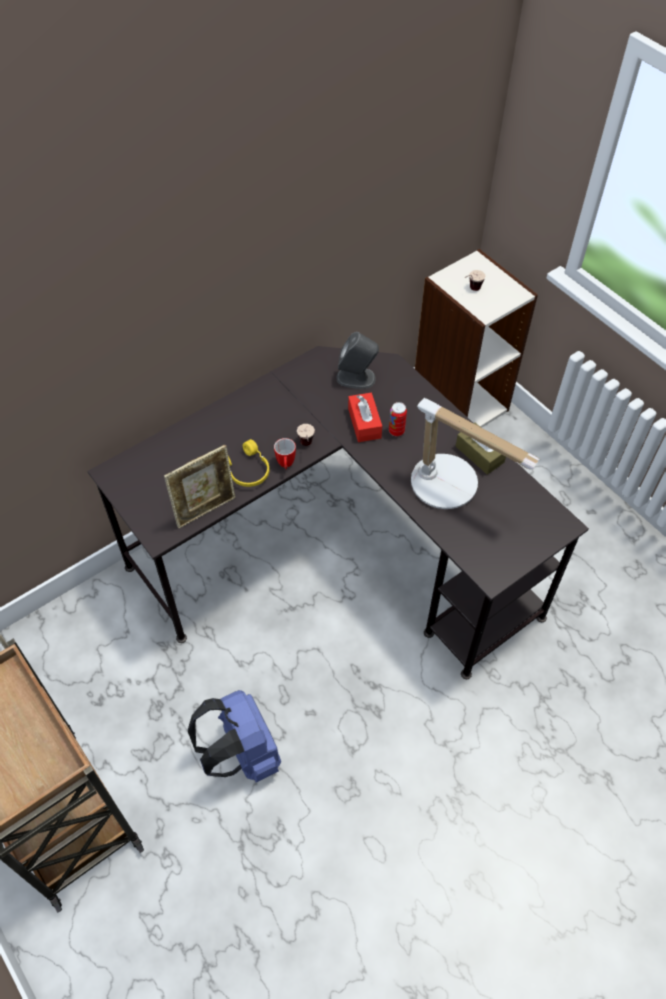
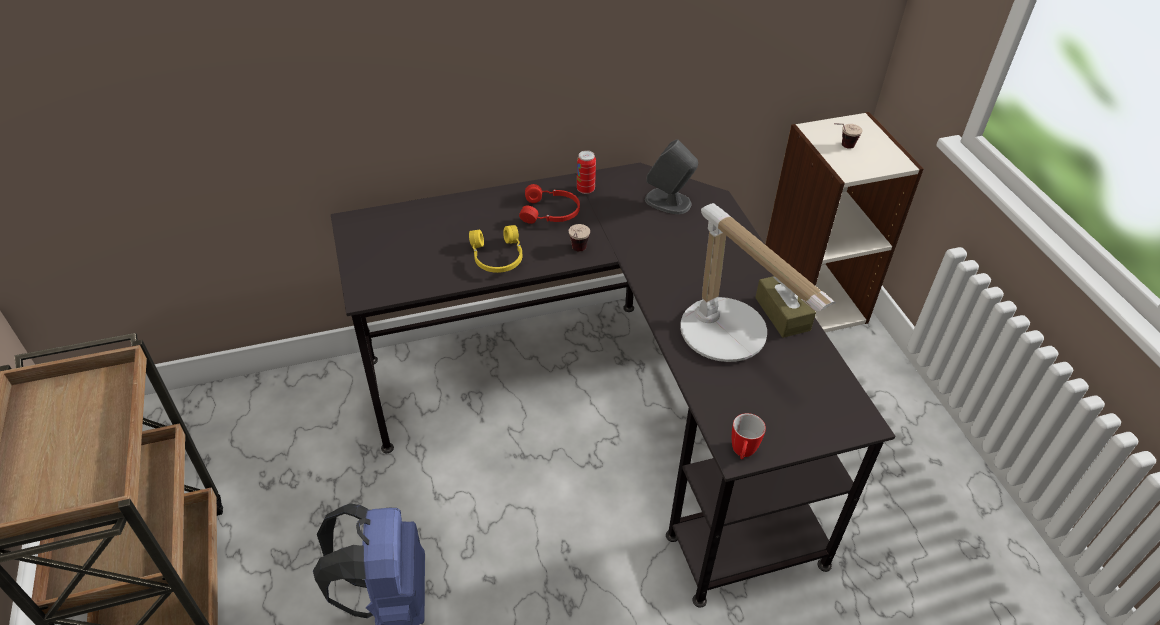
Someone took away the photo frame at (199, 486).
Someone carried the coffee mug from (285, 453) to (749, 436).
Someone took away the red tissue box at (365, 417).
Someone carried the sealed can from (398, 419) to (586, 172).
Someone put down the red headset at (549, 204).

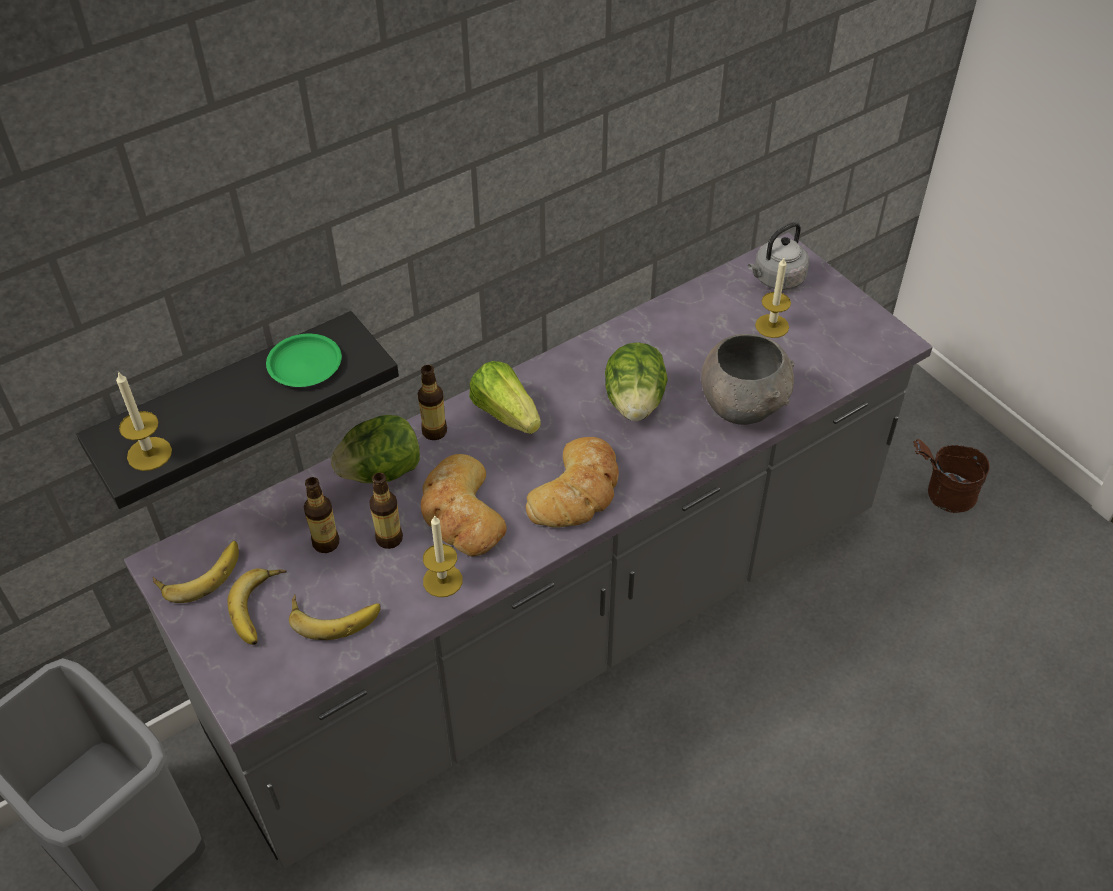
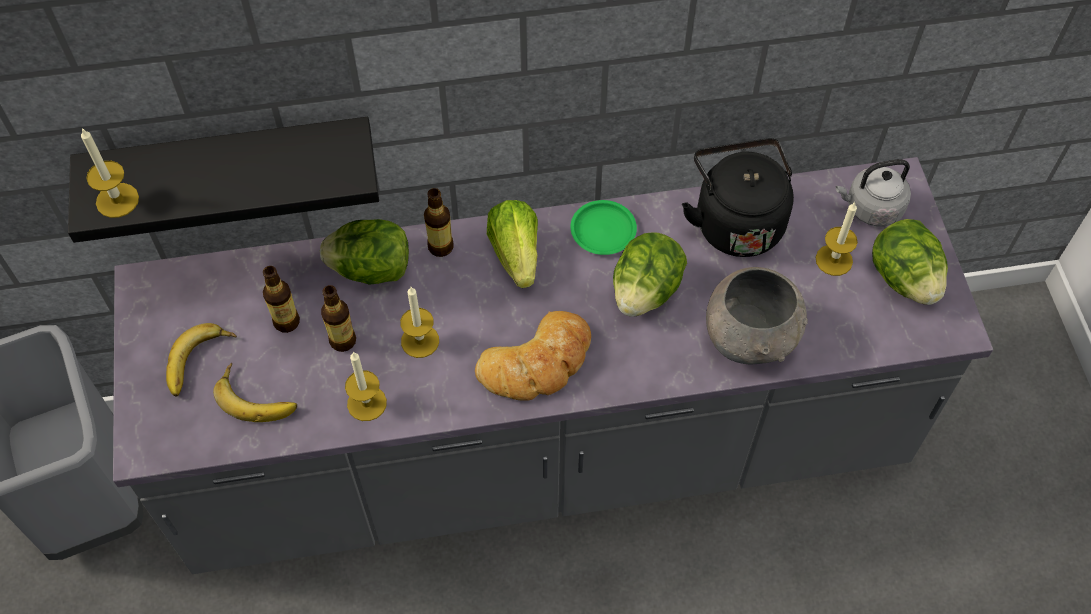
Someone took away the banana fruit at (196, 572).
Someone carried the green-coloured dinner plate from (304, 360) to (603, 227).
Someone swapped the bread at (464, 505) for the wax light at (419, 322).
Someone took away the brown bucket at (951, 476).
Someone put down the black kettle at (738, 197).
Someone put down the lettuce at (910, 262).

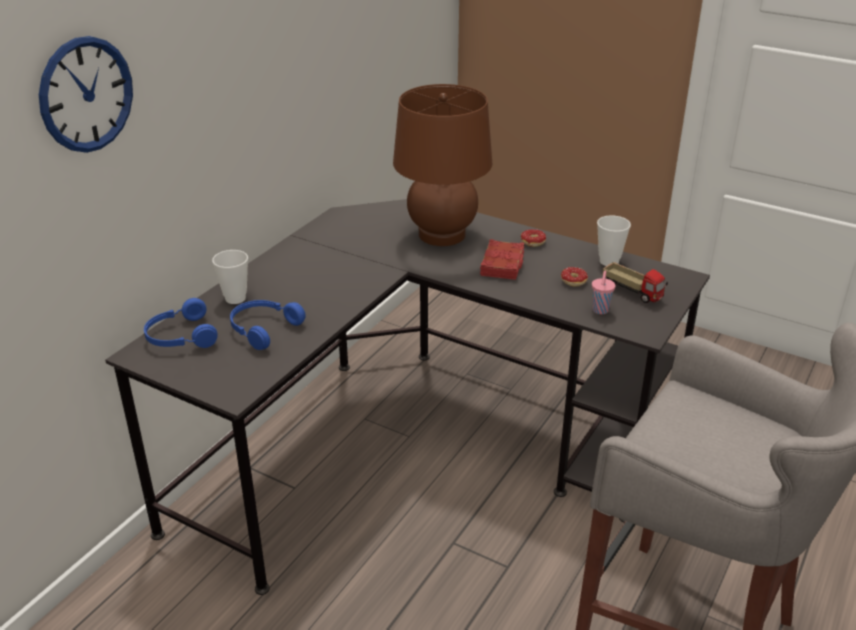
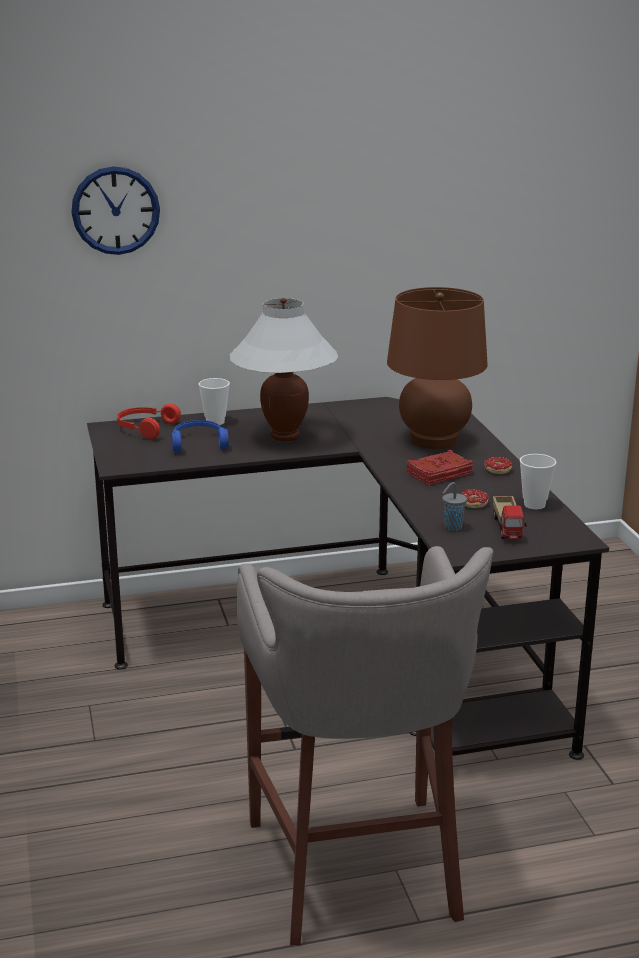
Someone repainted the bluish headset at (181, 323), which became the red headset at (149, 421).
Someone repainted the pink small cup at (603, 292), which became the grey small cup at (454, 506).
Someone put down the white tabletop lamp at (284, 370).

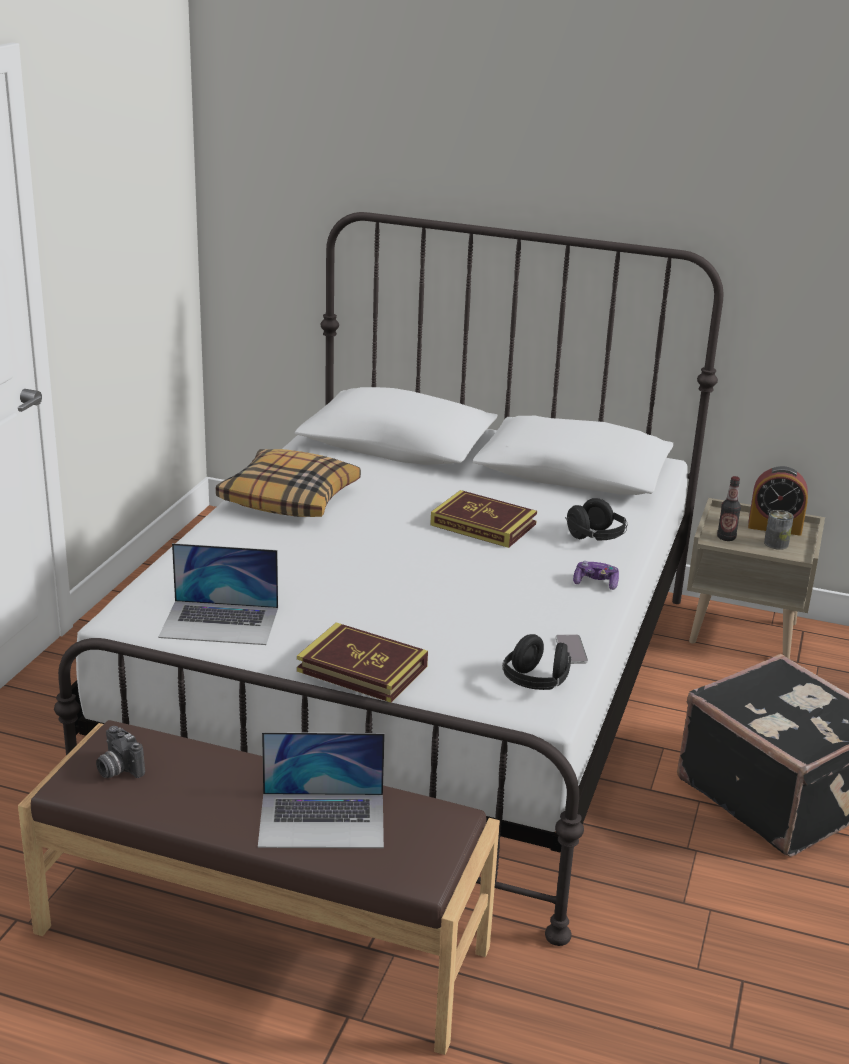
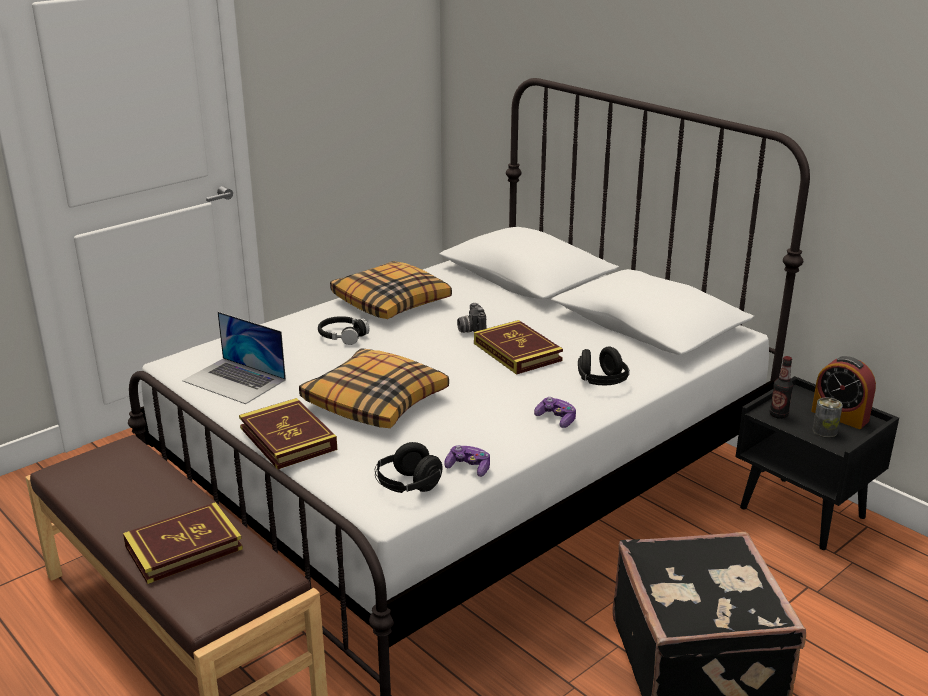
Someone carried the photo camera from (120, 752) to (471, 318).
Someone swapped the portable computer at (321, 790) for the bound book at (183, 543).
Someone swapped the phone at (571, 649) for the game controller at (467, 461).
Someone repainted the beige nightstand at (756, 578), which became the black nightstand at (817, 463).
Someone put down the cushion at (374, 388).
Someone put down the black headset at (343, 330).

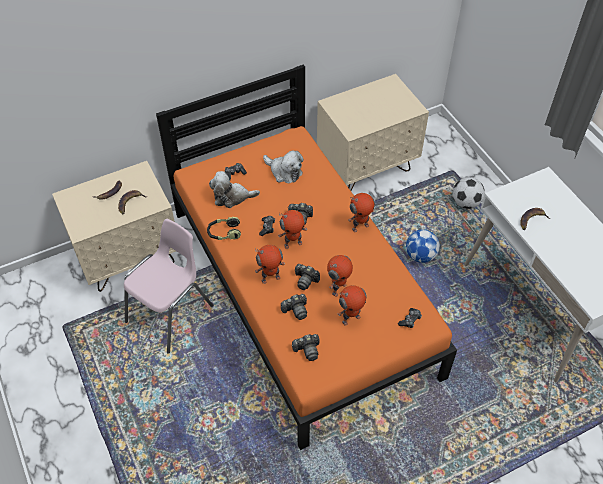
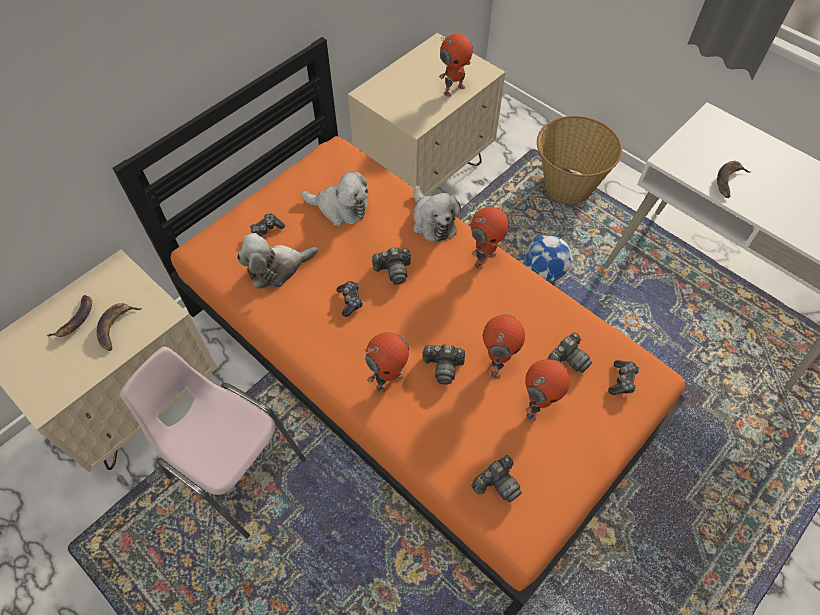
Someone rotated the pink plain chair at (168, 286) by 75 degrees counterclockwise.
Someone took away the headset at (224, 228).
Someone carried the robot figure from (292, 229) to (456, 65).
Someone carried the photo camera from (294, 307) to (569, 352).
Someone swapped the football ball at (469, 193) for the household basket at (579, 160).
Someone put down the soft toy at (437, 214).

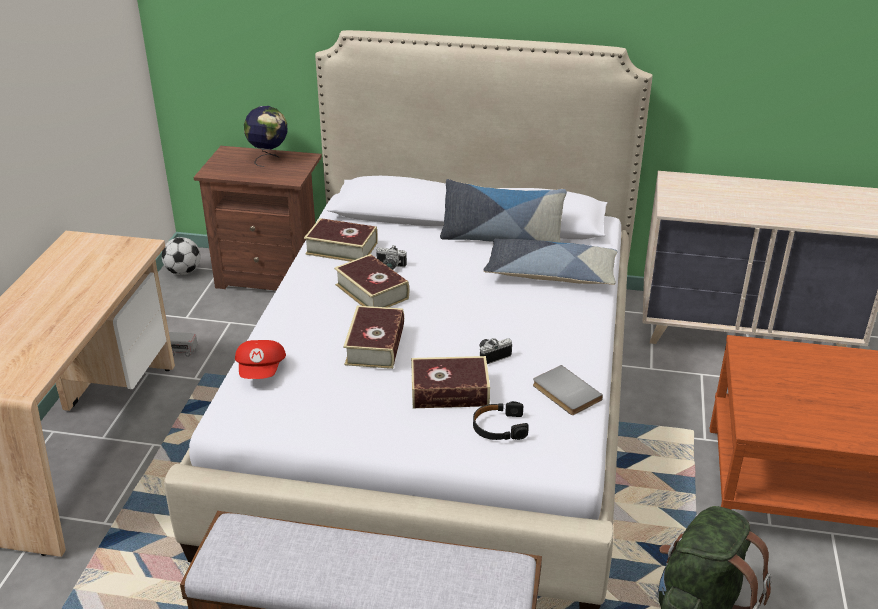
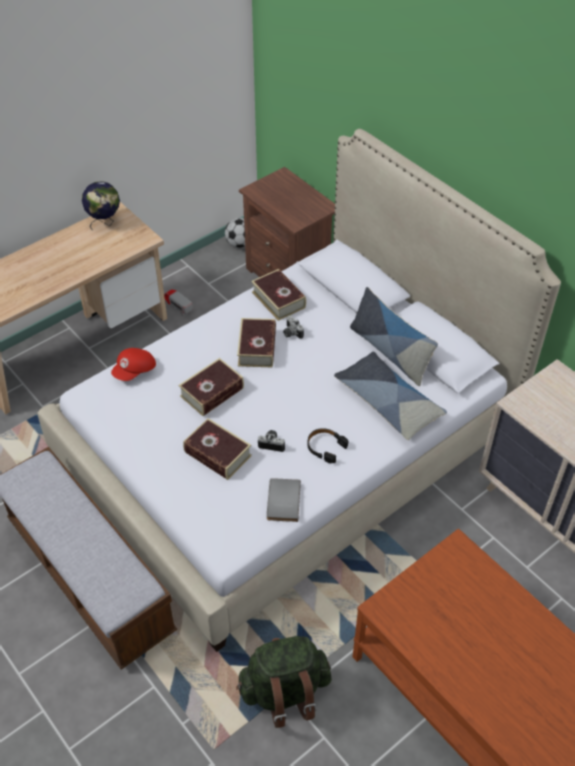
Someone carried the desk globe from (266, 136) to (101, 205).
Someone carried the black headset from (501, 420) to (327, 445).

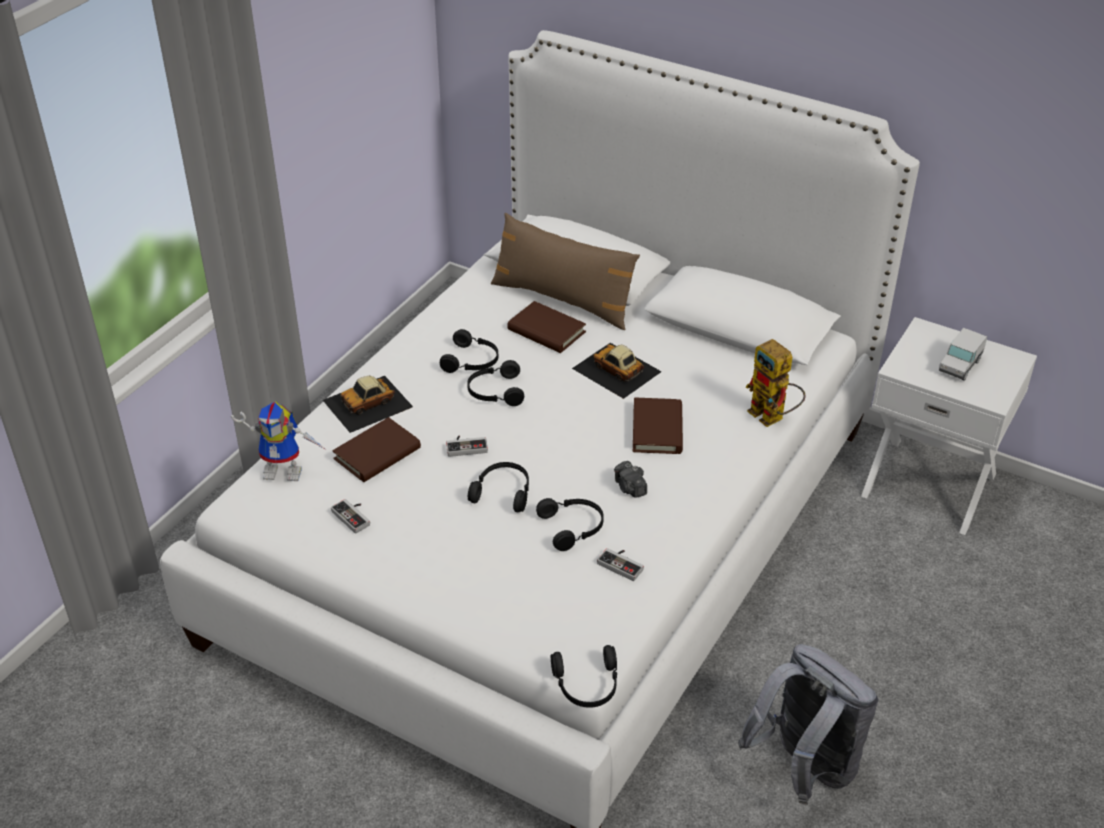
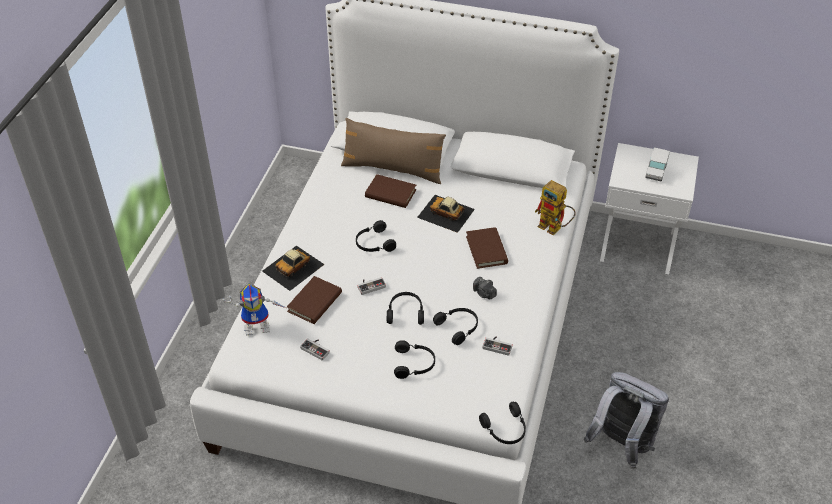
Someone carried the black headset from (469, 351) to (414, 359).

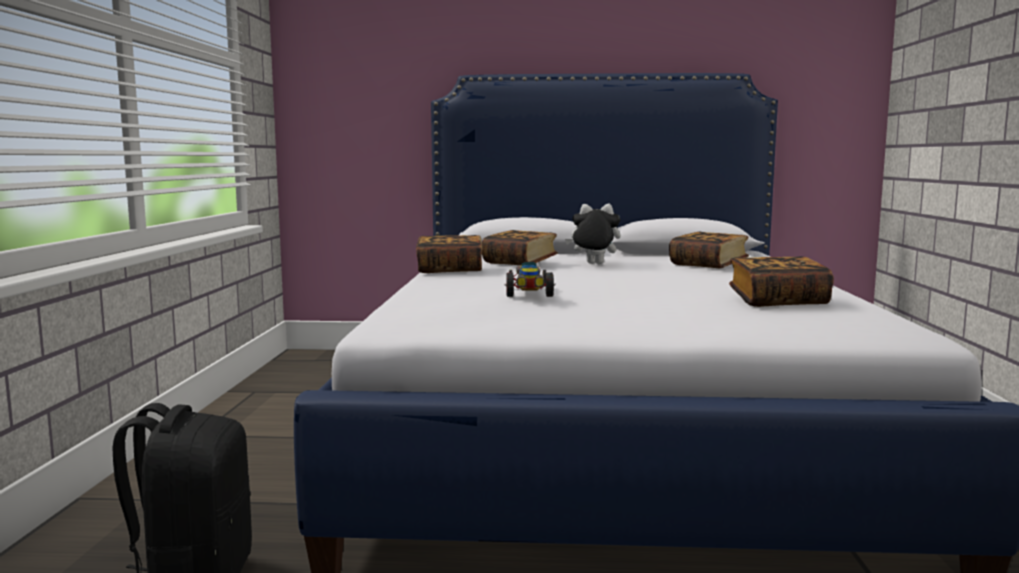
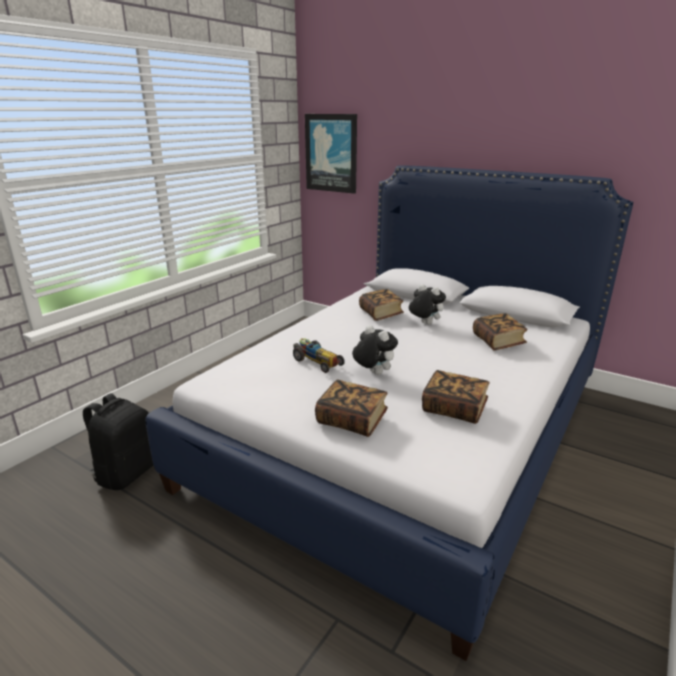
Someone carried the bound book from (449, 254) to (351, 408).
Someone rotated the miniature car at (529, 279) by 105 degrees clockwise.
Someone put up the wall picture at (331, 154).
Someone put down the soft toy at (375, 350).

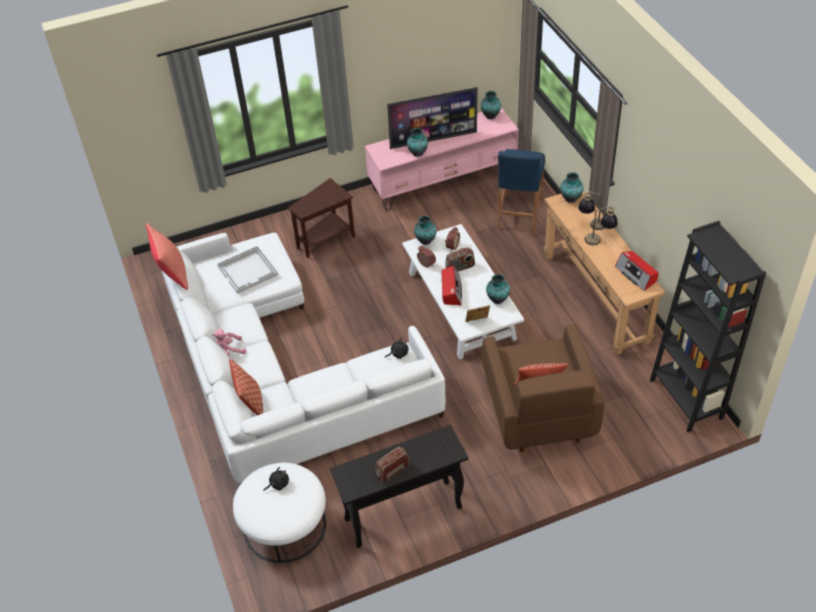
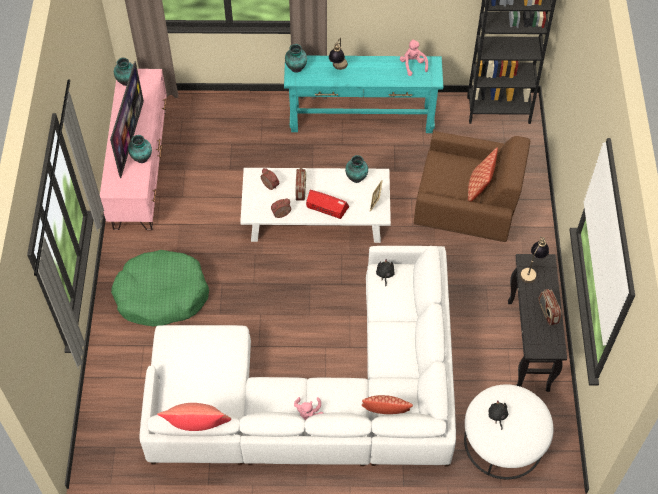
Someone took away the white serving tray at (247, 270).
Someone swapped the brown accent table at (321, 218) for the green-coloured dog cushion at (160, 288).
Someone took away the decorative vase at (425, 230).
Someone took away the bluish stool seat at (521, 191).
Someone repainted the brown console table at (604, 272), which became the blue-green console table at (363, 94).
Someone carried the tabletop lamp from (601, 224) to (534, 259).
Someone swapped the radio receiver at (637, 271) for the pink soft toy at (414, 58).

